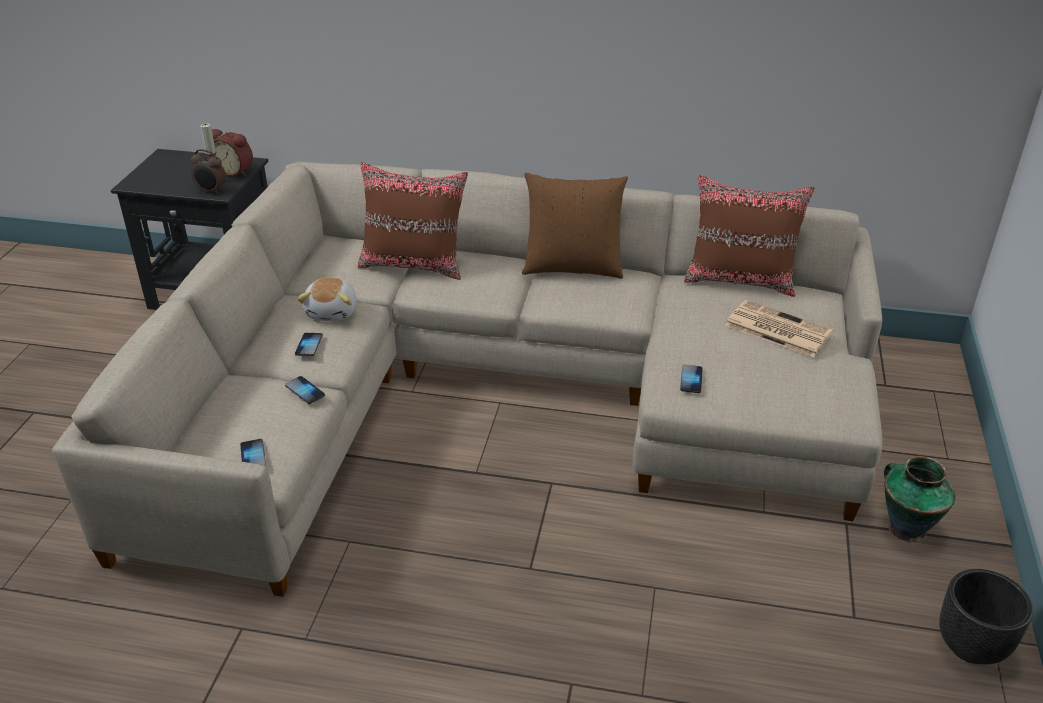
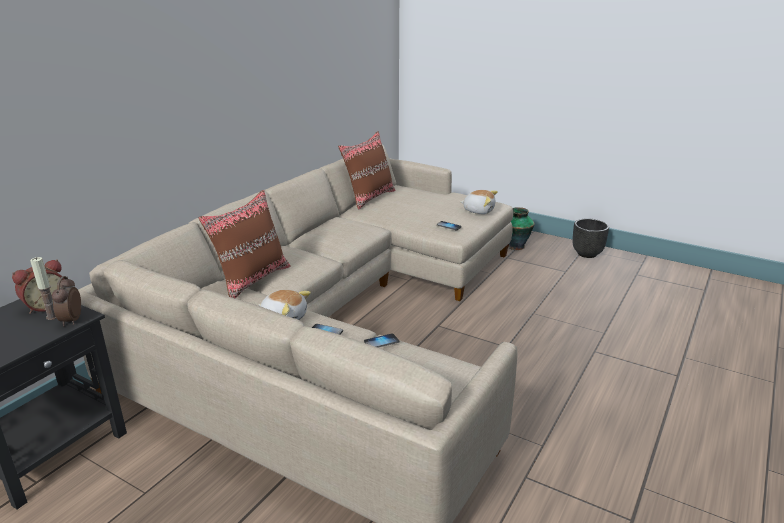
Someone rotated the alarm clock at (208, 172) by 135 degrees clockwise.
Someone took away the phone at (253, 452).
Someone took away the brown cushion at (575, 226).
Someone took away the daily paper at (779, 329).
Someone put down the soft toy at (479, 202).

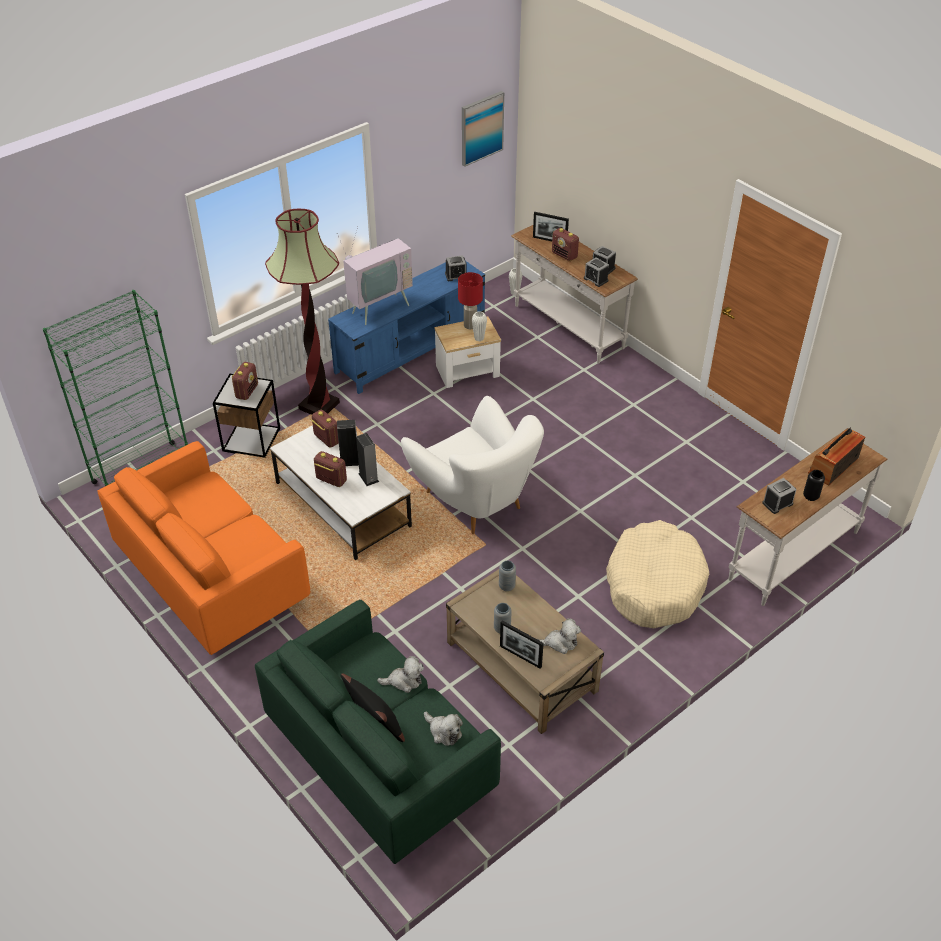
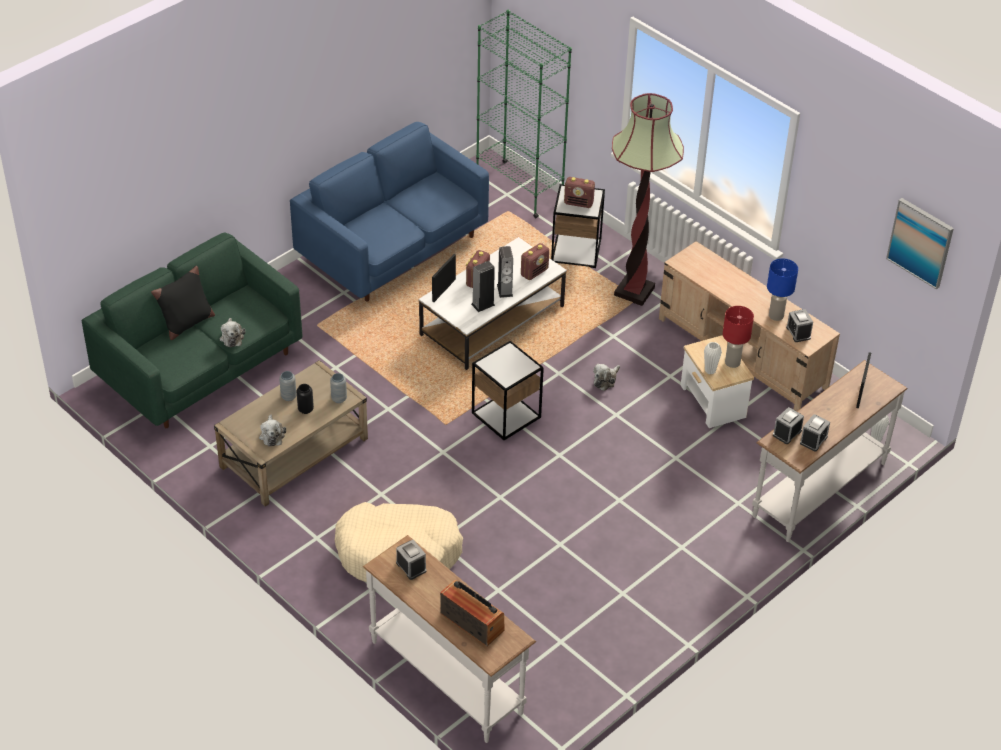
Someone repainted the orange settee at (203, 548), which became the bluish settee at (389, 212).
Someone repainted the bluish tv unit at (406, 327), which became the beige tv unit at (749, 326).
Someone took away the TV at (375, 276).
Someone swapped the white easy chair at (472, 465) for the accent table at (508, 390).
Someone carried the soft toy from (443, 729) to (606, 377).
Someone carried the photo frame from (522, 645) to (444, 278).
Someone took away the radio receiver at (565, 244).
Someone carried the black decorative vase from (814, 485) to (305, 399).
Someone put down the bluish tabletop lamp at (782, 289).

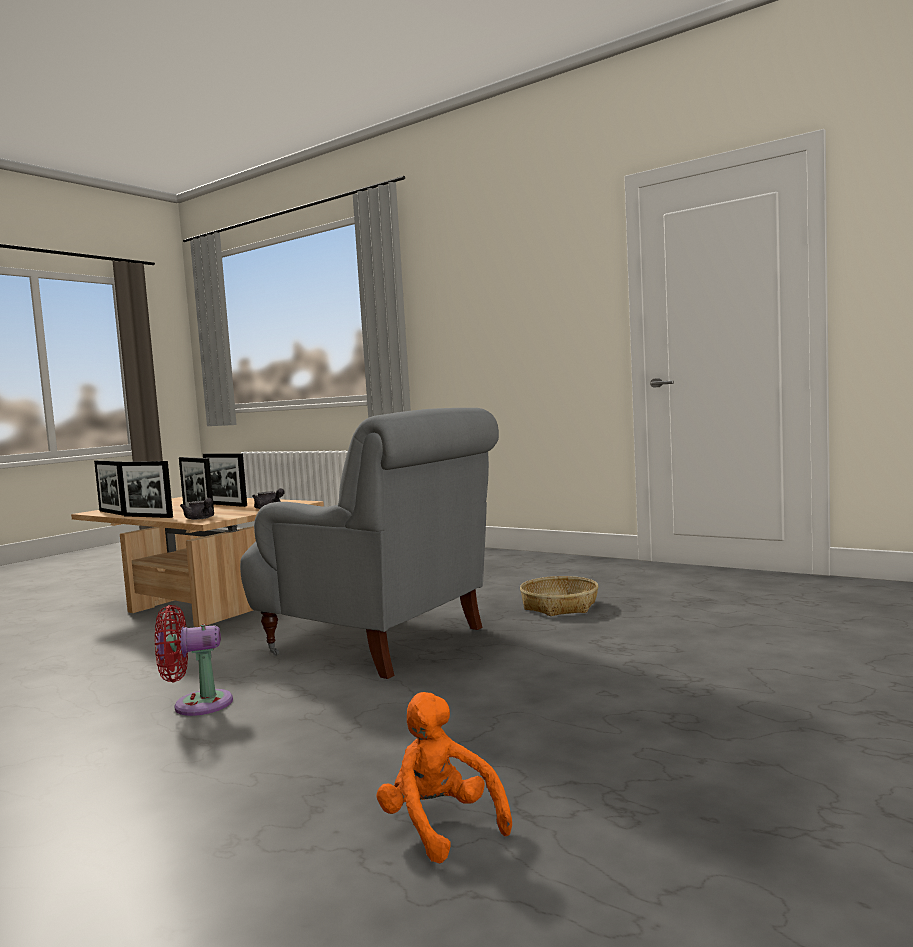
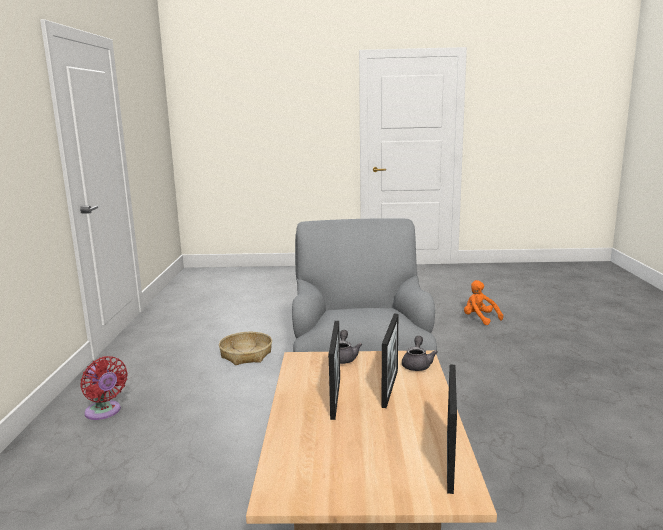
Someone took away the photo frame at (145, 489).
Someone carried the red cooling fan from (194, 660) to (104, 388).
Someone rotated the orange soft toy at (444, 777) by 120 degrees clockwise.

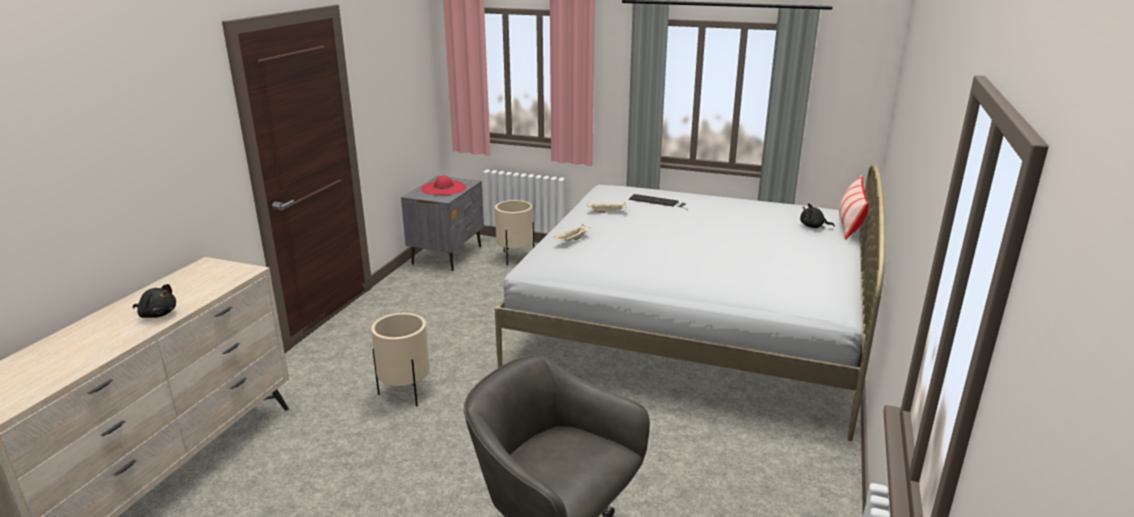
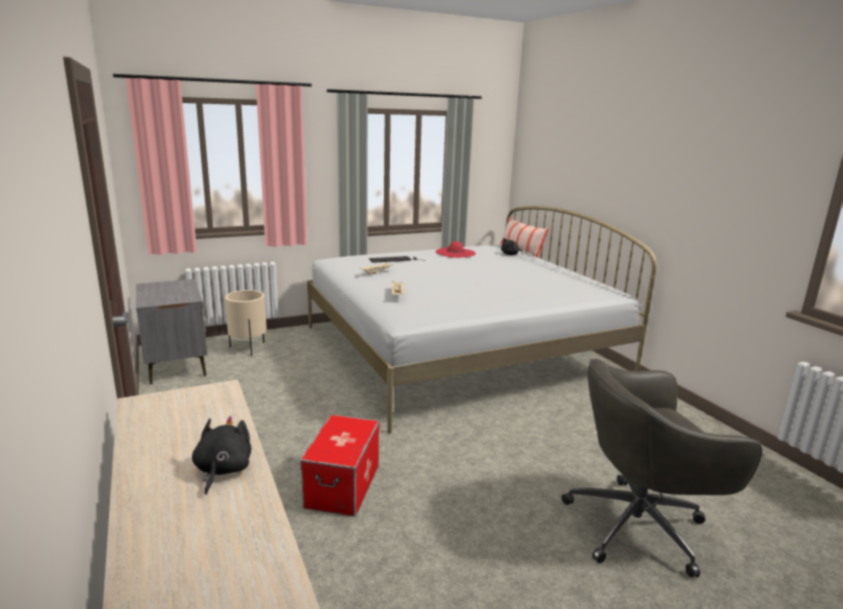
Someone rotated the black soft toy at (154, 301) by 60 degrees counterclockwise.
Someone swapped the beige flower pot at (400, 359) for the storage bin at (340, 465).
Someone carried the red clothing hat from (443, 185) to (455, 249).

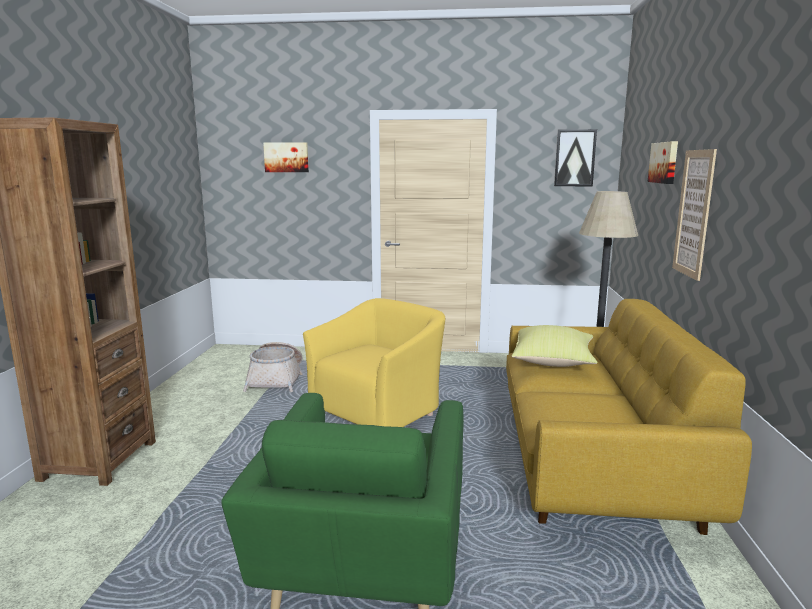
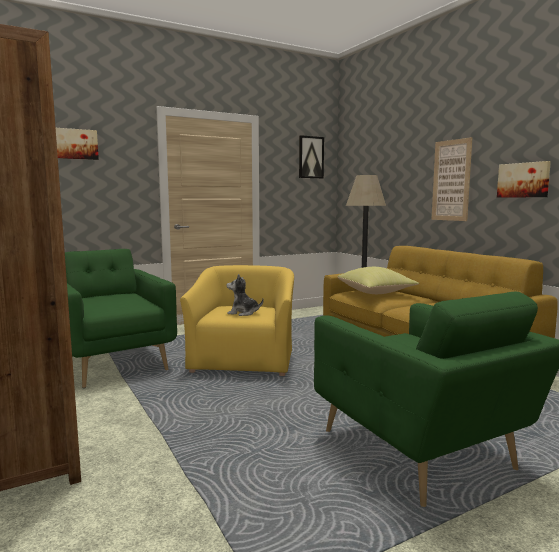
Someone swapped the household basket at (273, 367) for the green-coloured easy chair at (121, 318).
Someone carried the wall picture from (663, 162) to (524, 179).
Someone put down the soft toy at (245, 295).

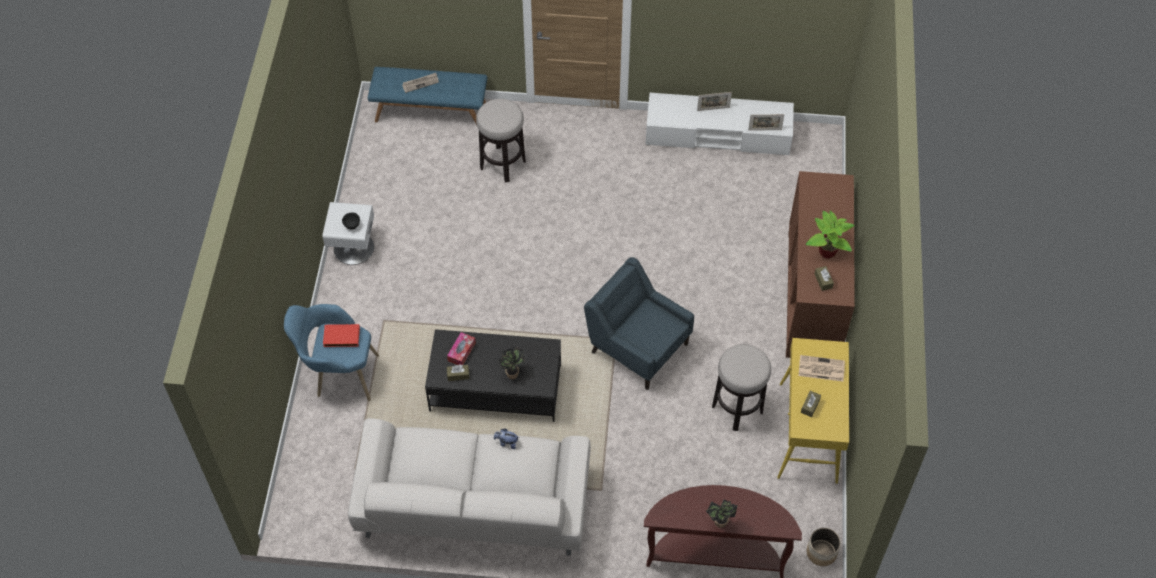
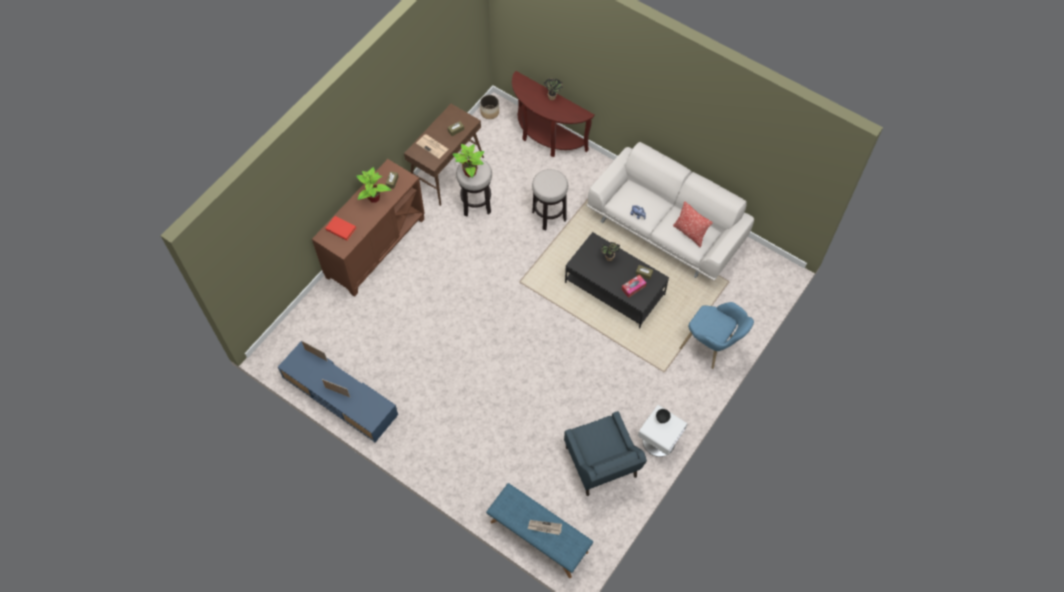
Someone carried the red bound book from (341, 335) to (340, 228).
Someone carried the stool seat from (501, 140) to (550, 199).
Someone carried the bluish easy chair from (639, 323) to (605, 453).
Someone repainted the white tv unit at (720, 124), which became the bluish tv unit at (338, 392).
Someone repainted the yellow-coloured console table at (813, 411), which became the brown console table at (444, 155).
Someone put down the houseplant at (468, 161).
Someone put down the cushion at (692, 224).

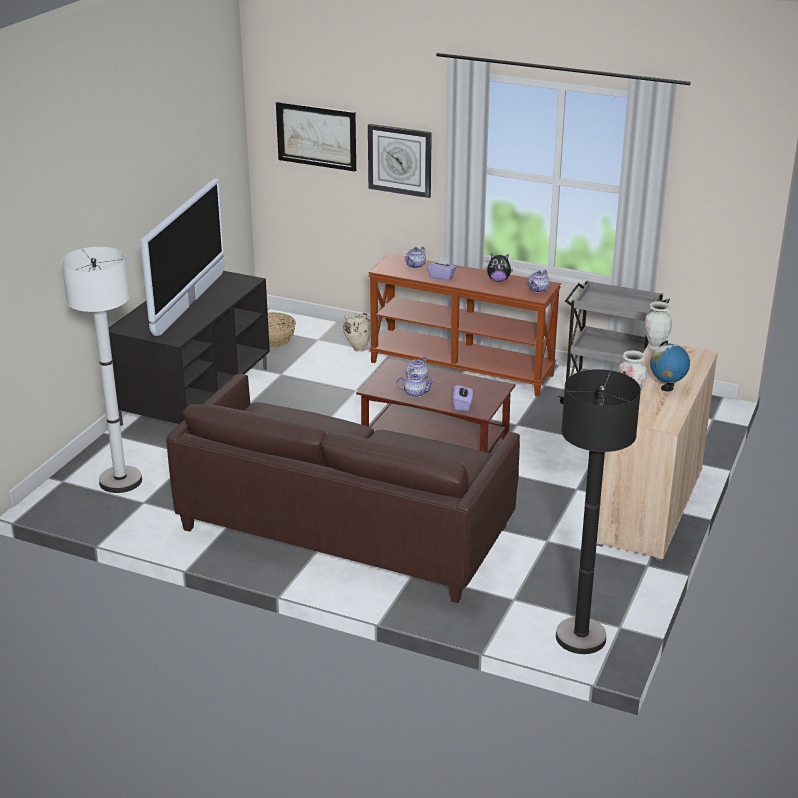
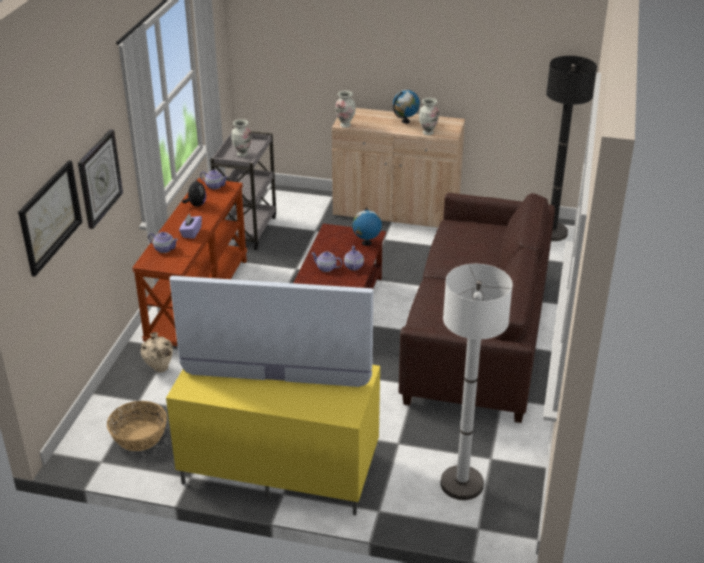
Someone repainted the black tv unit at (189, 348), which became the yellow-coloured tv unit at (273, 440).
Someone swapped the purple tissue box at (463, 398) for the desk globe at (367, 226).
Someone put down the decorative vase at (241, 138).

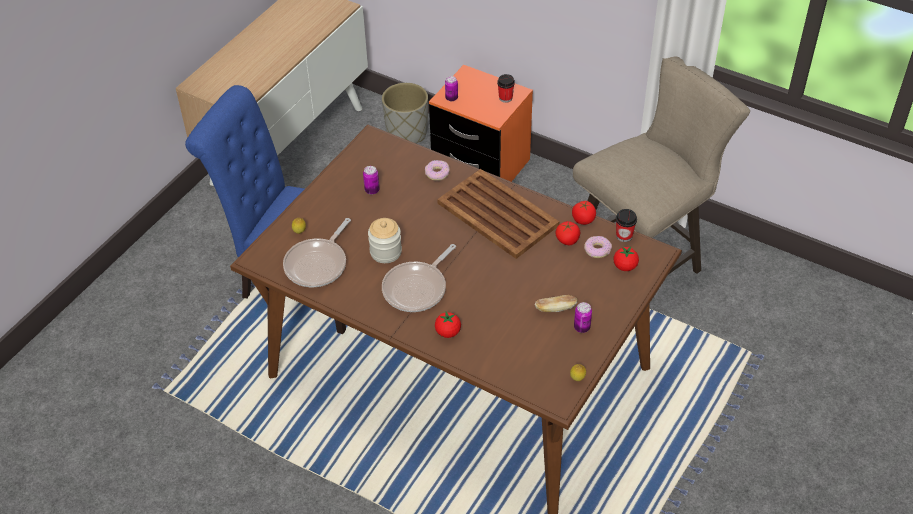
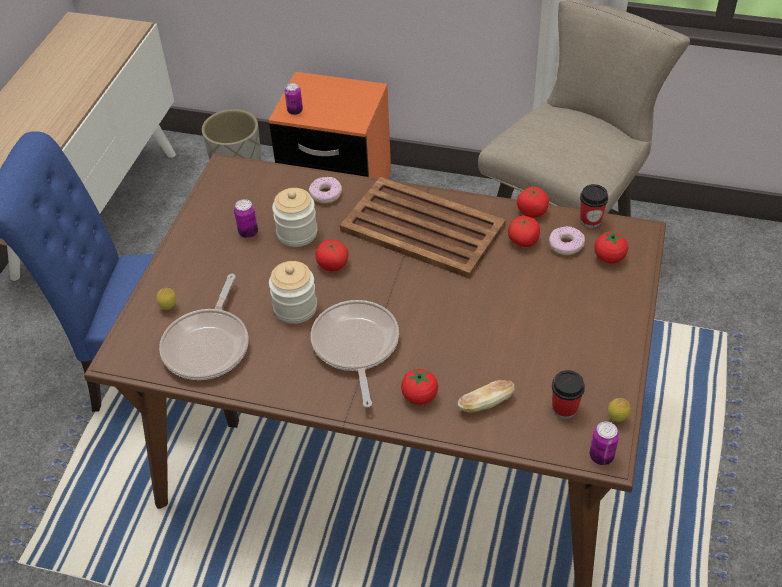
Someone rotated the pan at (419, 278) by 150 degrees clockwise.
Someone carried the small cup from (506, 88) to (568, 394).
Someone carried the bread from (556, 303) to (486, 396).
Someone carried the sealed can from (583, 317) to (604, 443).
Someone put down the storage jar at (294, 217).
Someone put down the whole tomato at (331, 255).

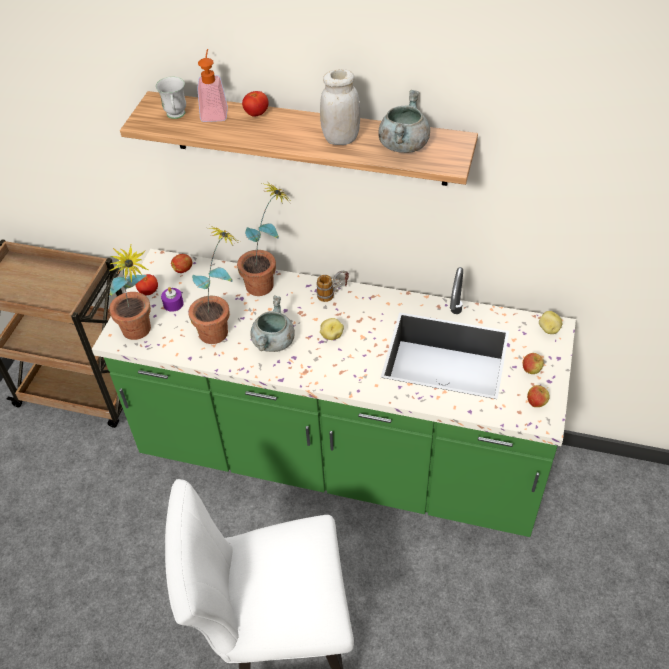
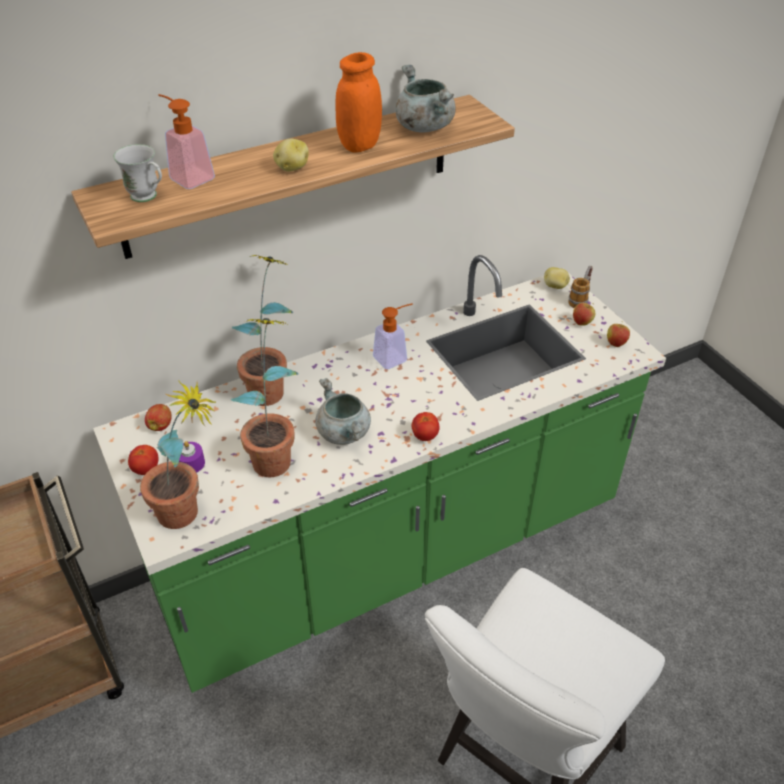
Someone carried the whole tomato from (255, 104) to (426, 426).
Someone carried the coffee mug from (332, 286) to (580, 287).
Someone repainted the white storage jar at (340, 107), which became the orange storage jar at (358, 102).
Someone carried the spud from (332, 329) to (291, 155).
Someone put down the soap bottle at (393, 336).

